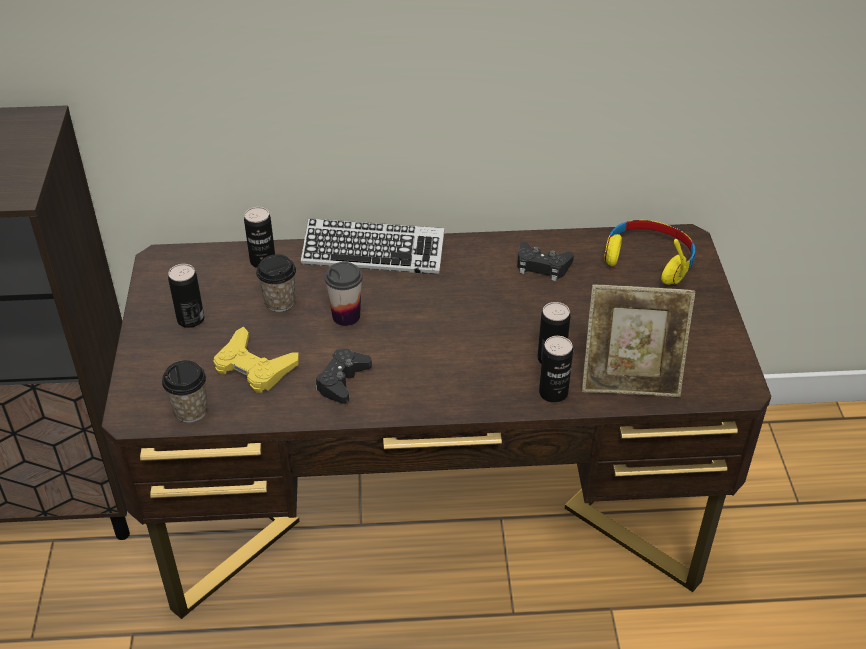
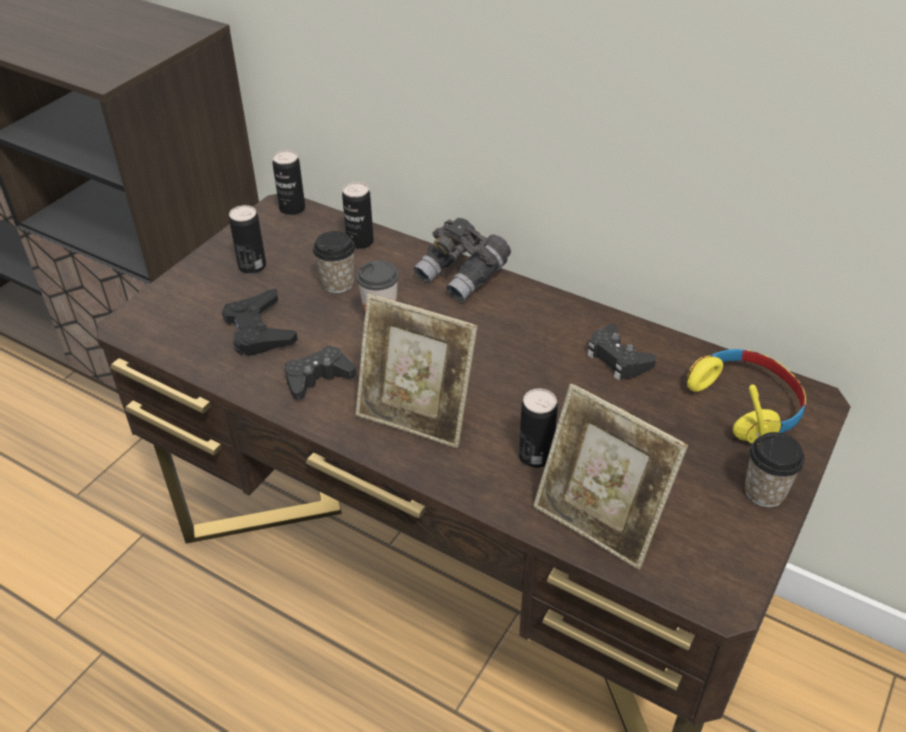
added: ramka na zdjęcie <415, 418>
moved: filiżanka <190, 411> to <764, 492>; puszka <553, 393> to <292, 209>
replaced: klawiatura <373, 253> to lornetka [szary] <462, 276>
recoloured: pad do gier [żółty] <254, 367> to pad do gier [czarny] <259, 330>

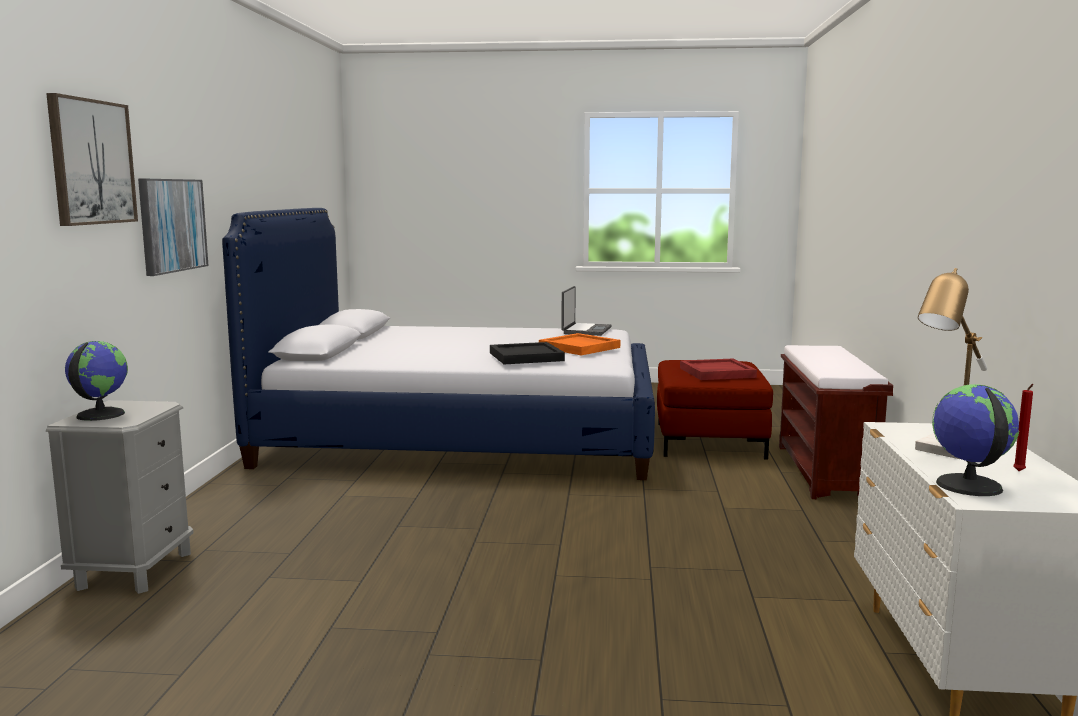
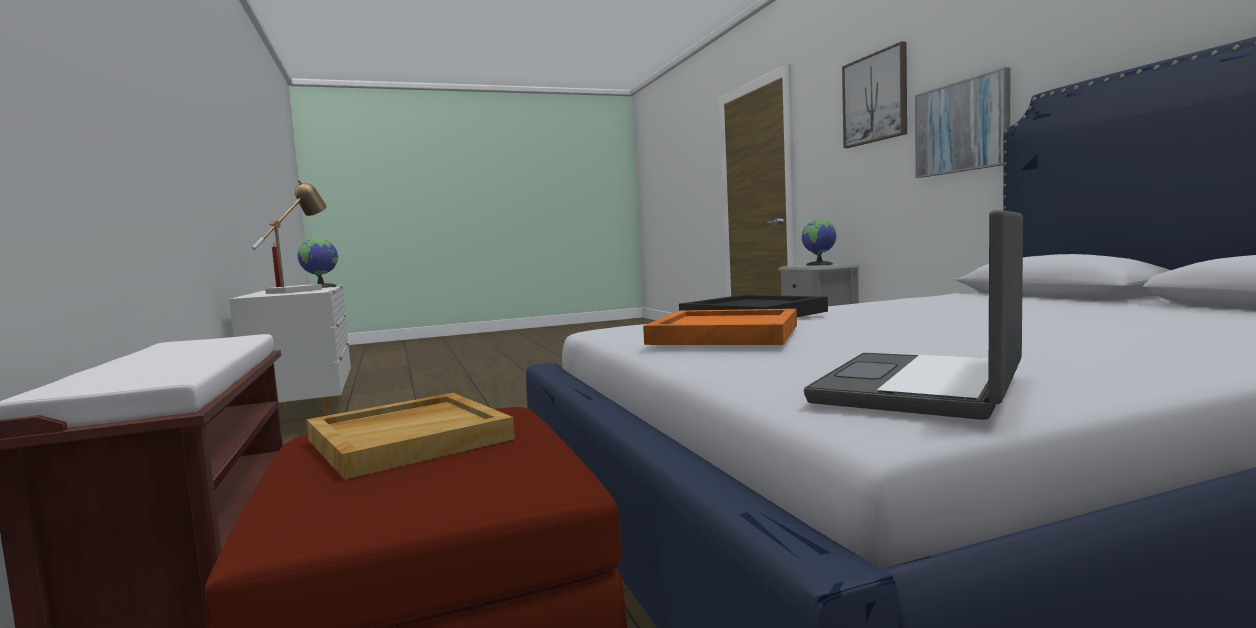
recoloured: taca [czerwony] <716, 373> to taca [beżowy] <410, 439>
turned: laptop <585, 331> = <924, 388> 45 degrees clockwise

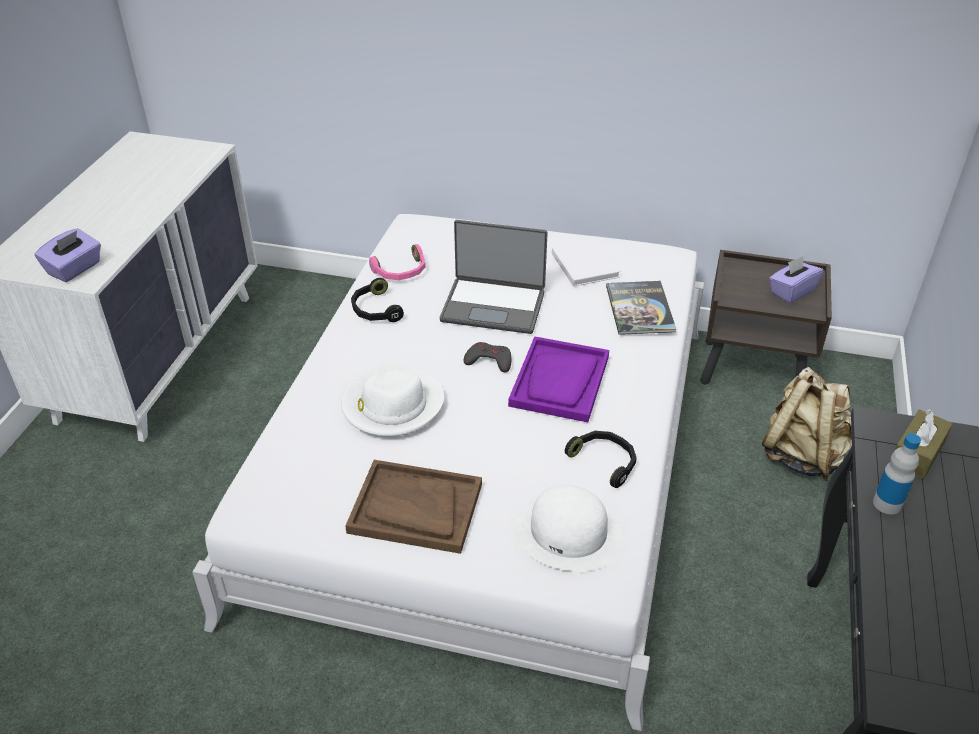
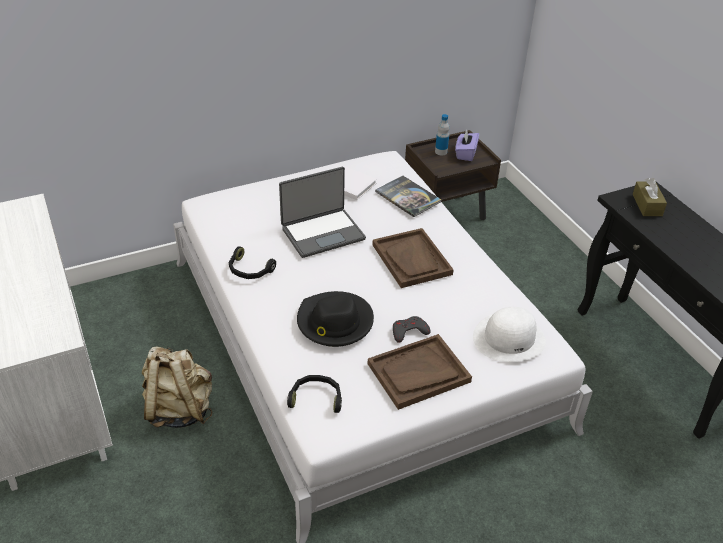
removed: pudełko chusteczek [fioletowy] <75, 269>; słuchawki [różowy] <401, 272>
moved: pad do gier [szary] <489, 360> to <409, 331>; słuchawki [czarny] <605, 461> to <316, 398>; plecak [beżowy] <803, 455> to <179, 409>; butelka <887, 503> to <441, 152>
recoloured: kapelusz [biały] <392, 405> to kapelusz [czarny] <334, 322>; taca [fioletowy] <560, 381> to taca [brązowy] <412, 259>

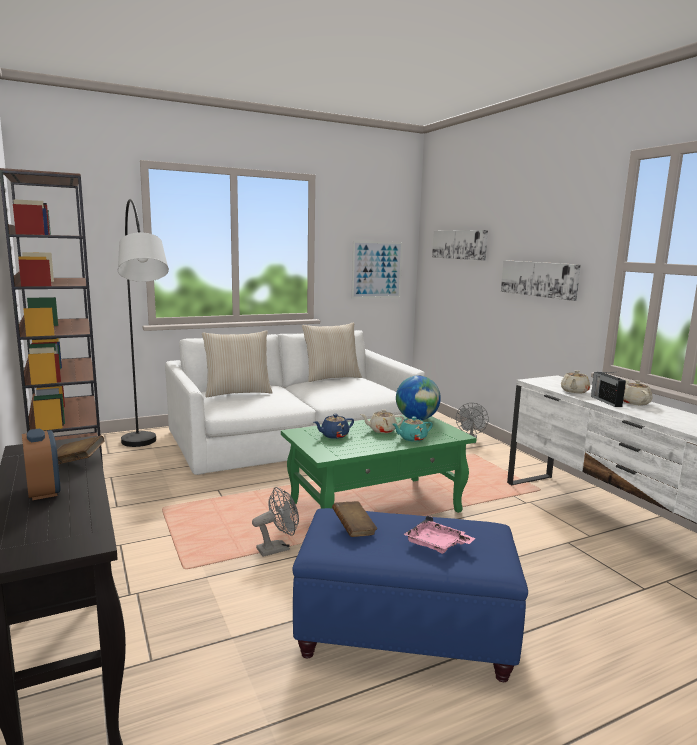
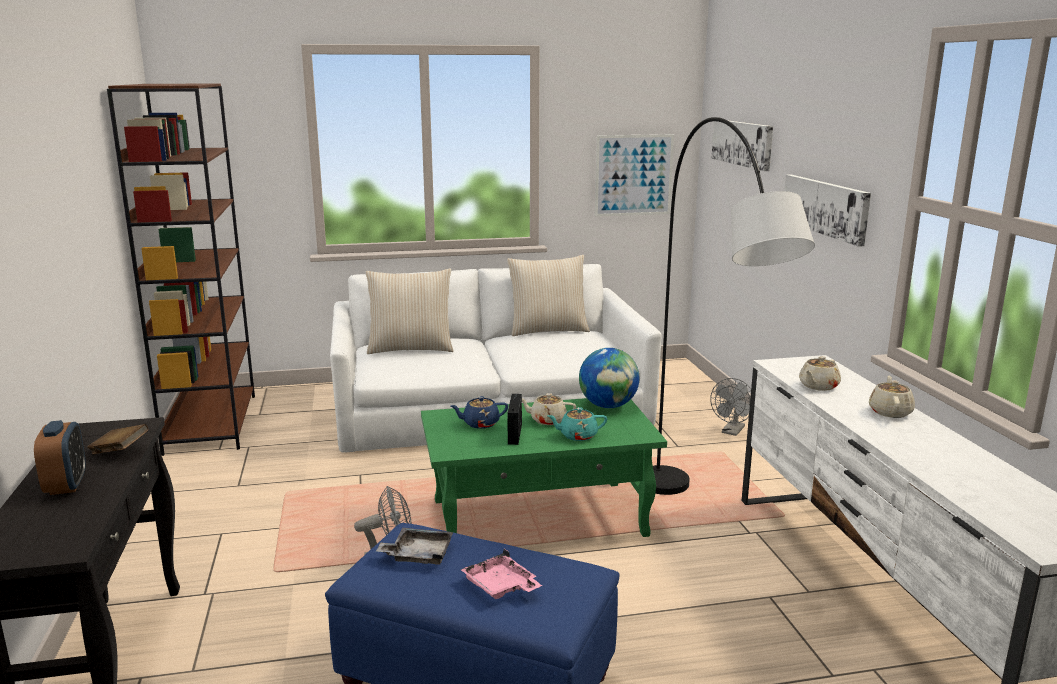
moved: lampa stojąca [czarny] <147, 462> to <701, 533>; radio <605, 401> to <515, 433>
replaced: książka [brązowy] <354, 529> to taca [szary] <418, 555>

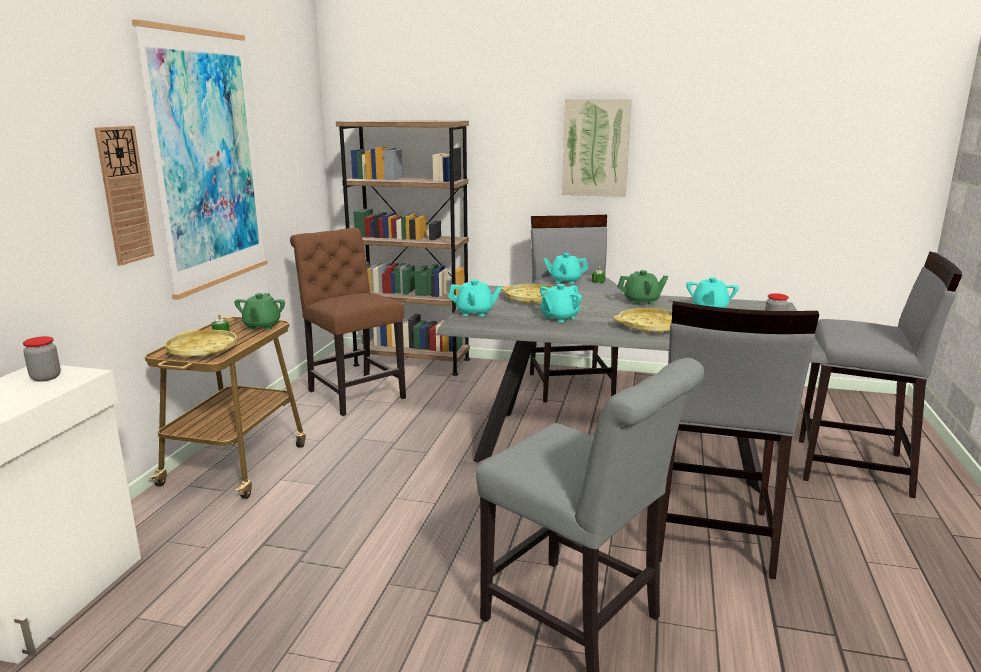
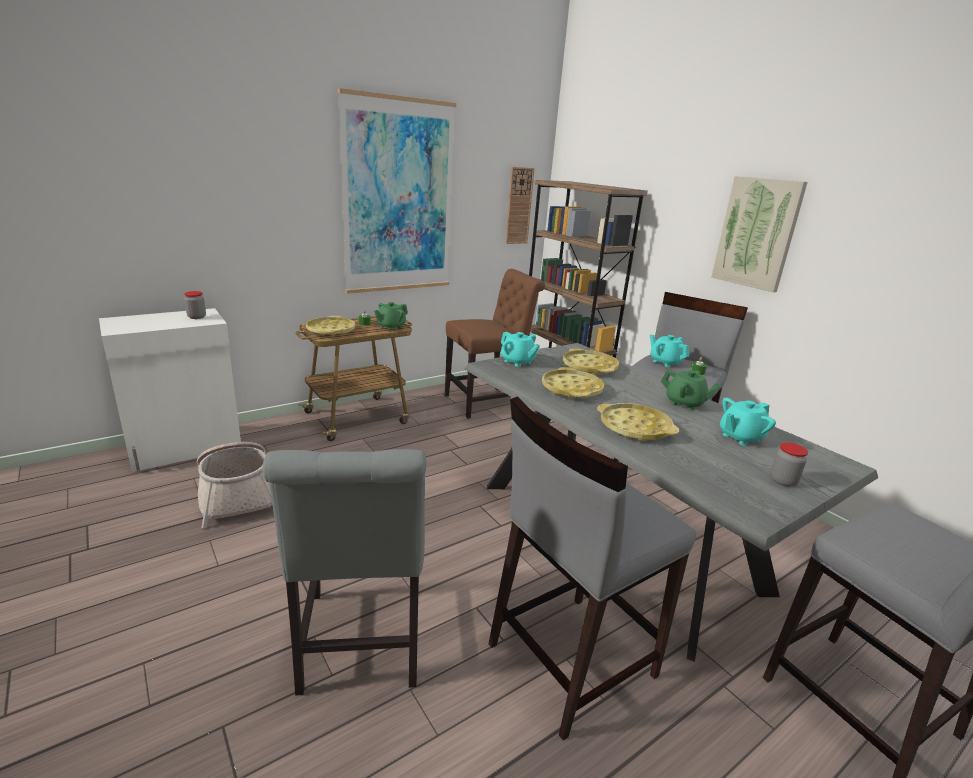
added: koszyk <238, 494>
moved: zegar ścienny <124, 195> to <519, 206>
replaced: imbryk [turkusowy] <559, 317> to taca [żółty] <572, 389>
turned: krzesło [brązowy] <353, 393> = <487, 402> 60 degrees clockwise

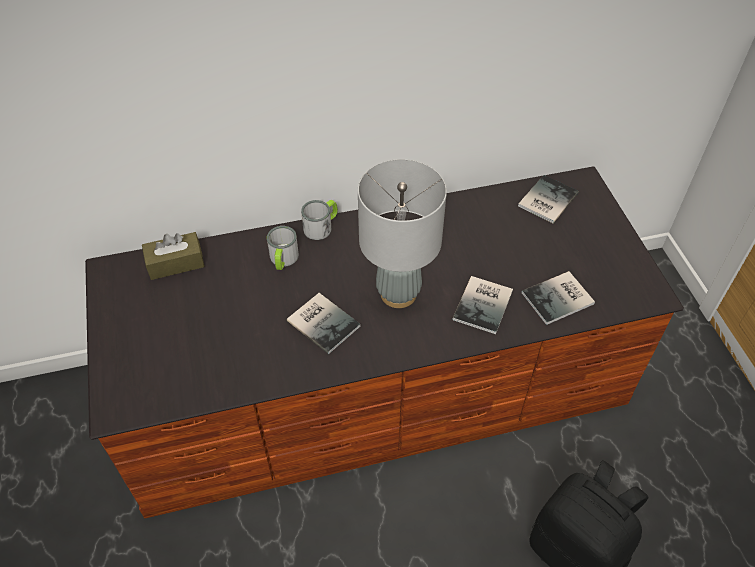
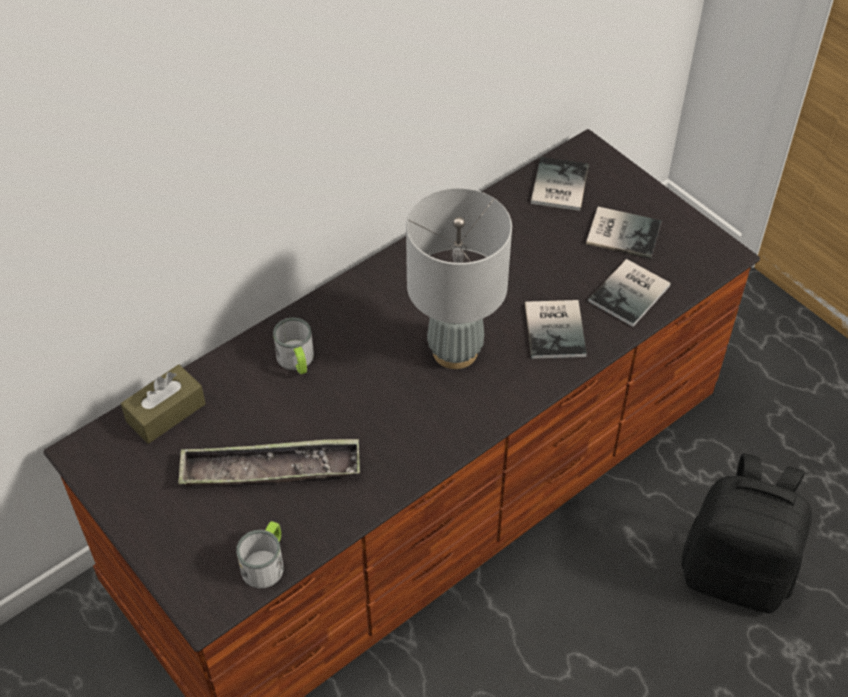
added: taca <270, 469>
moved: książka <323, 321> to <621, 232>; kubek <321, 226> to <266, 562>

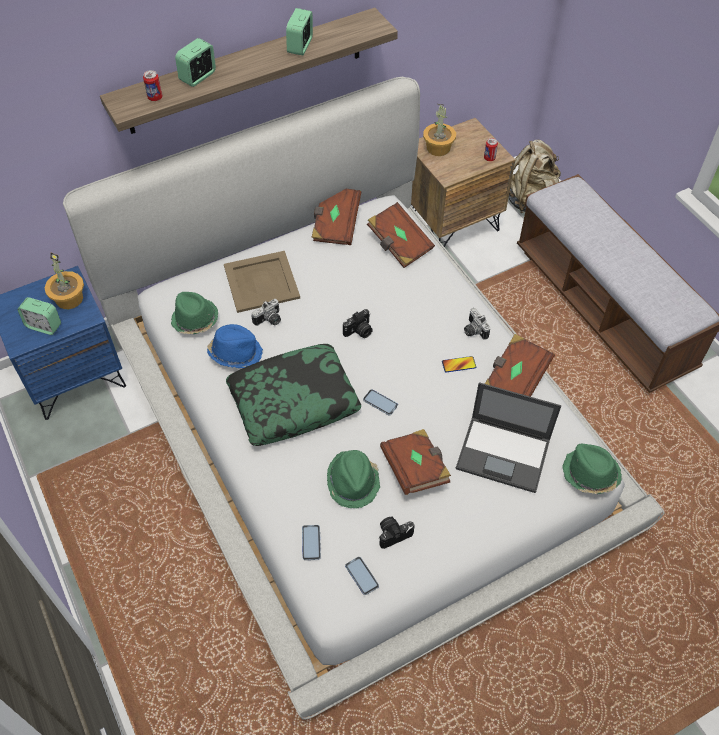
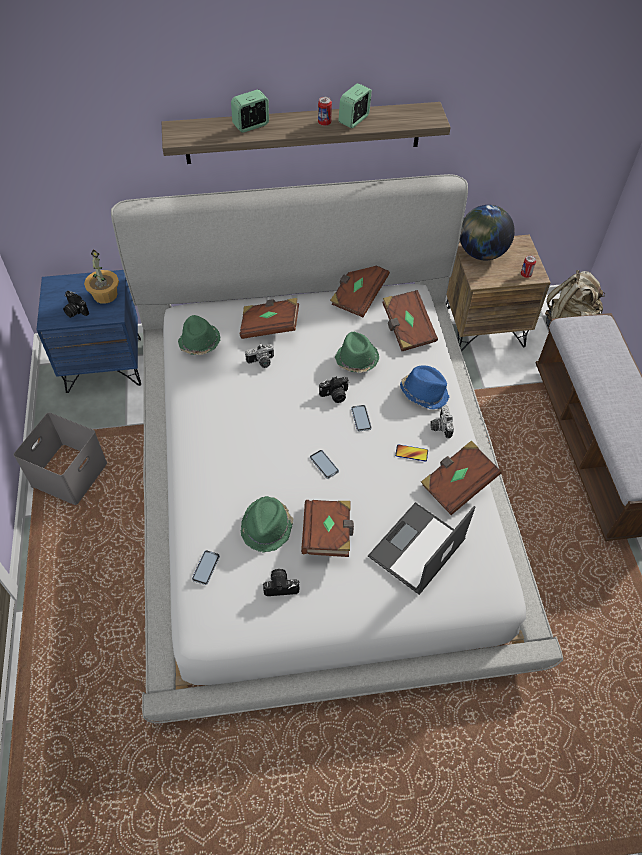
removed: poduszka <294, 401>
added: pojemnik do przechowywania [szary] <69, 473>
moved: puszka <155, 97> to <324, 123>; kapelusz [niebieski] <235, 353> to <424, 393>; telefon <362, 576> to <361, 418>; kapelusz [zielony] <590, 474> to <356, 360>
replaced: budzik <44, 326> to aparat fotograficzny <75, 311>; taca [beżowy] <260, 281> to książka [brązowy] <270, 326>; roślina doniczkowa <438, 148> to globus <481, 253>
turned: laptop <504, 454> = <416, 549> 90 degrees clockwise

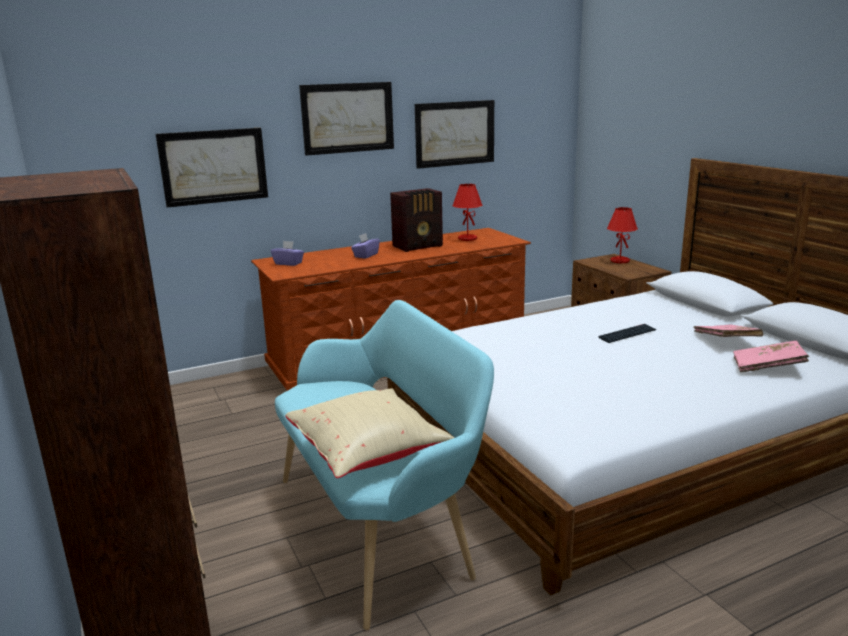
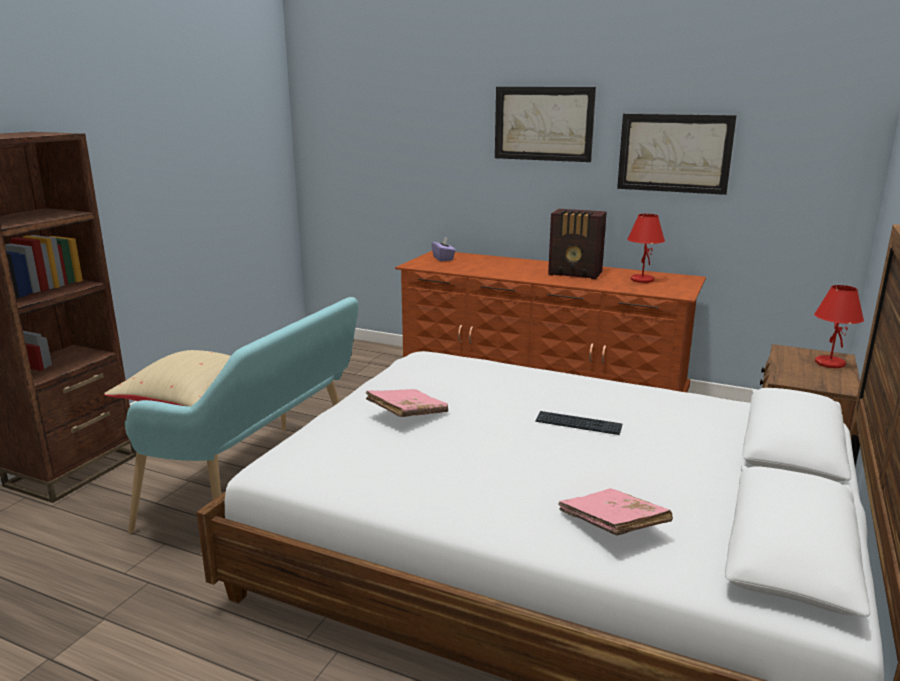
removed: obraz <213, 166>; pudełko chusteczek [fioletowy] <366, 255>
moved: książka [różowy] <725, 341> to <407, 414>

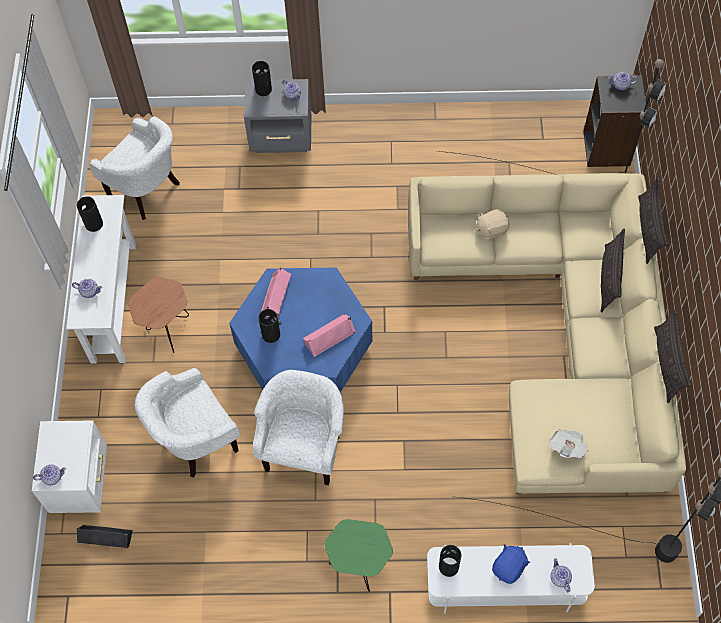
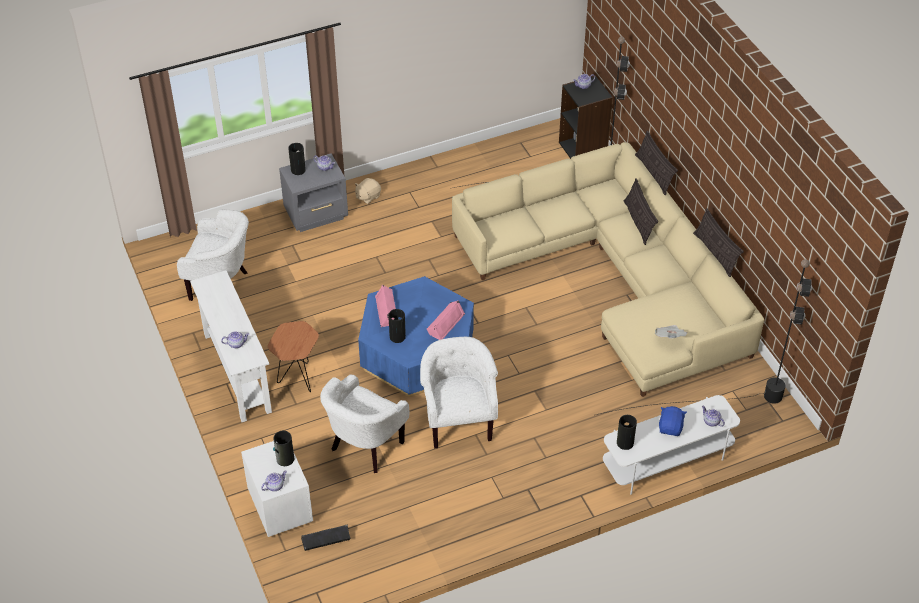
removed: stolik [zielony] <360, 568>
moved: wazon <93, 224> to <285, 459>; pluszak [beżowy] <491, 229> to <368, 196>

